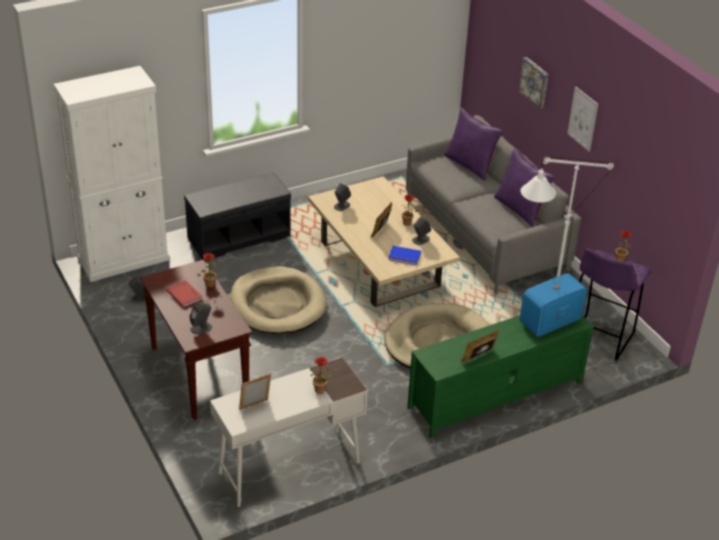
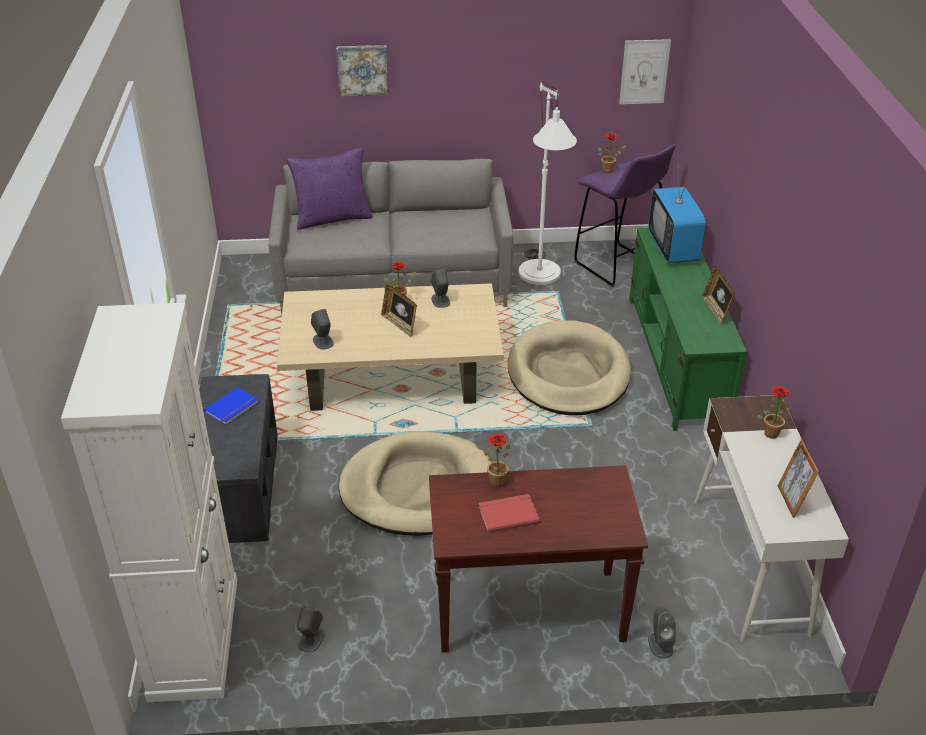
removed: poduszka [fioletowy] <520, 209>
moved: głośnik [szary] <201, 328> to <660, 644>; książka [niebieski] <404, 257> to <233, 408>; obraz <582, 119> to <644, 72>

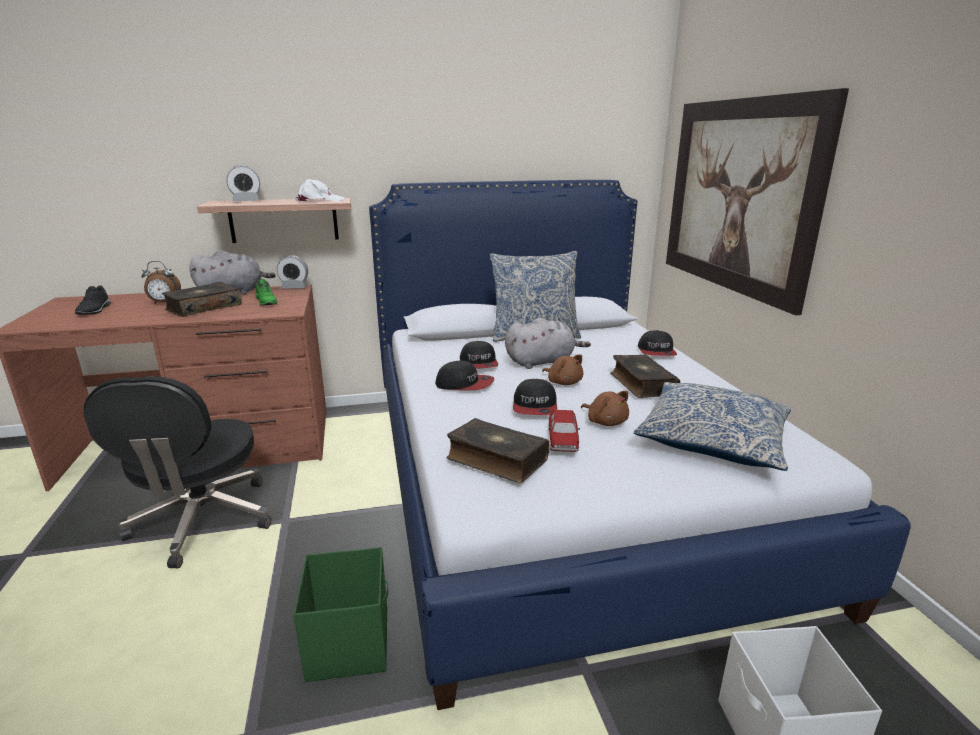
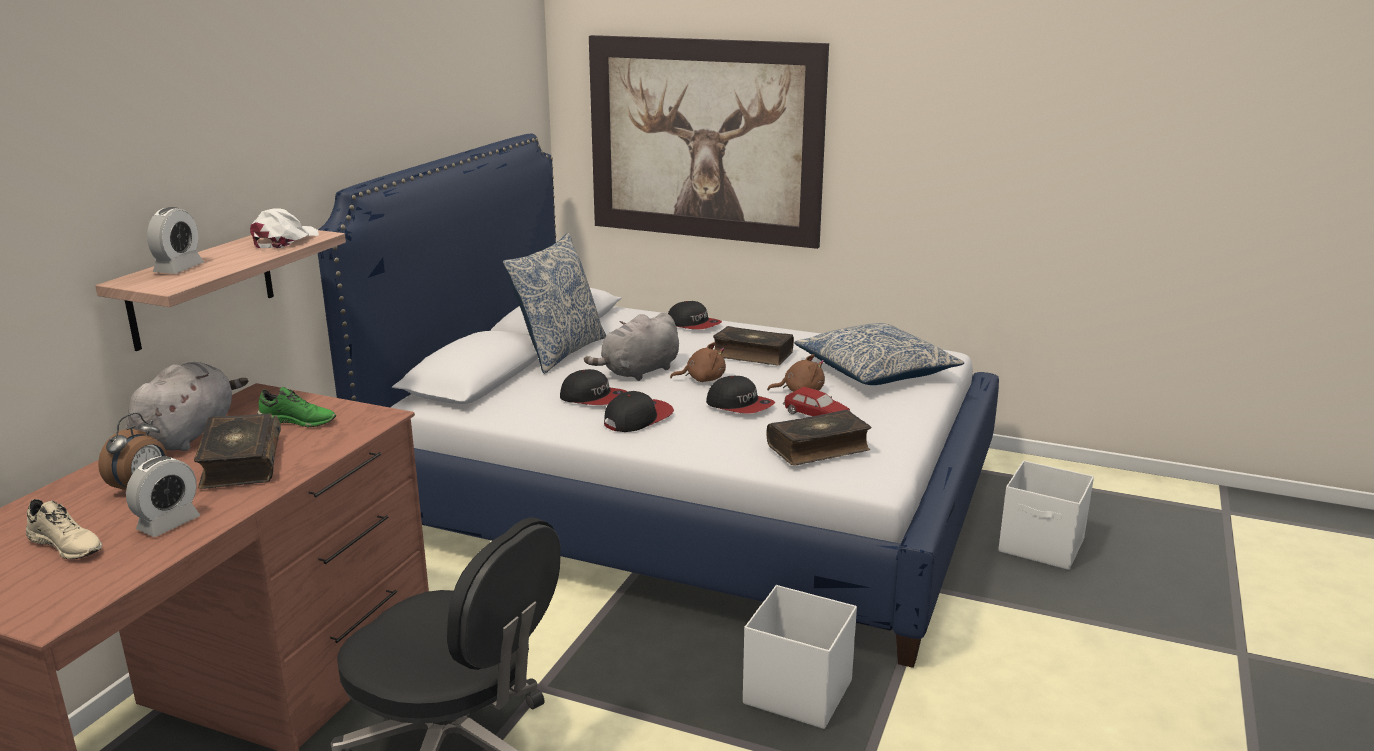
moved: budzik <294, 287> to <169, 524>
recoloured: but [czarny] <95, 310> to but [beżowy] <67, 545>; pojemnik do przechowywania [zielony] <350, 642> to pojemnik do przechowywania [biały] <796, 692>
turned: pluszak [szary] <542, 362> = <638, 372> 150 degrees counterclockwise

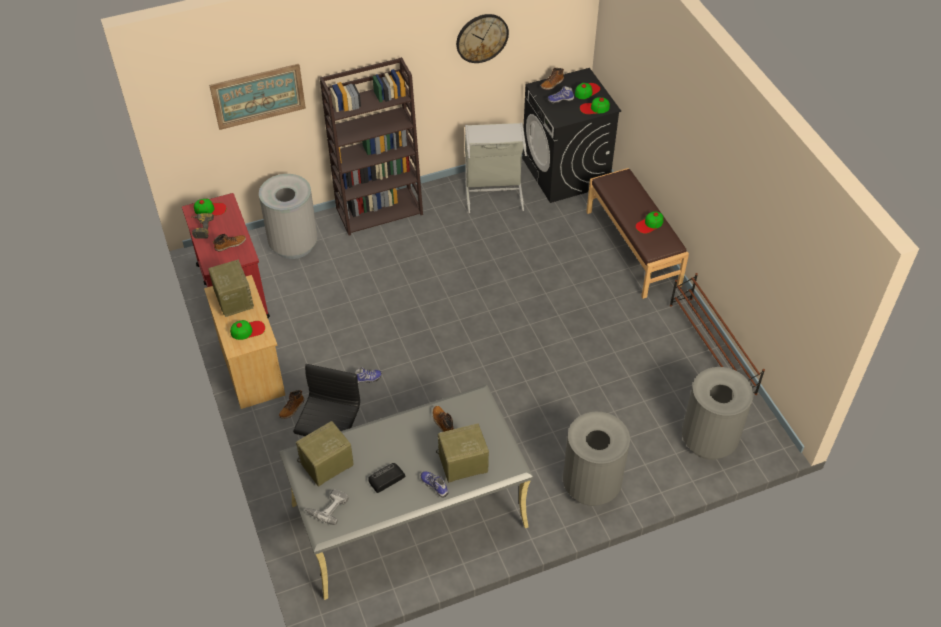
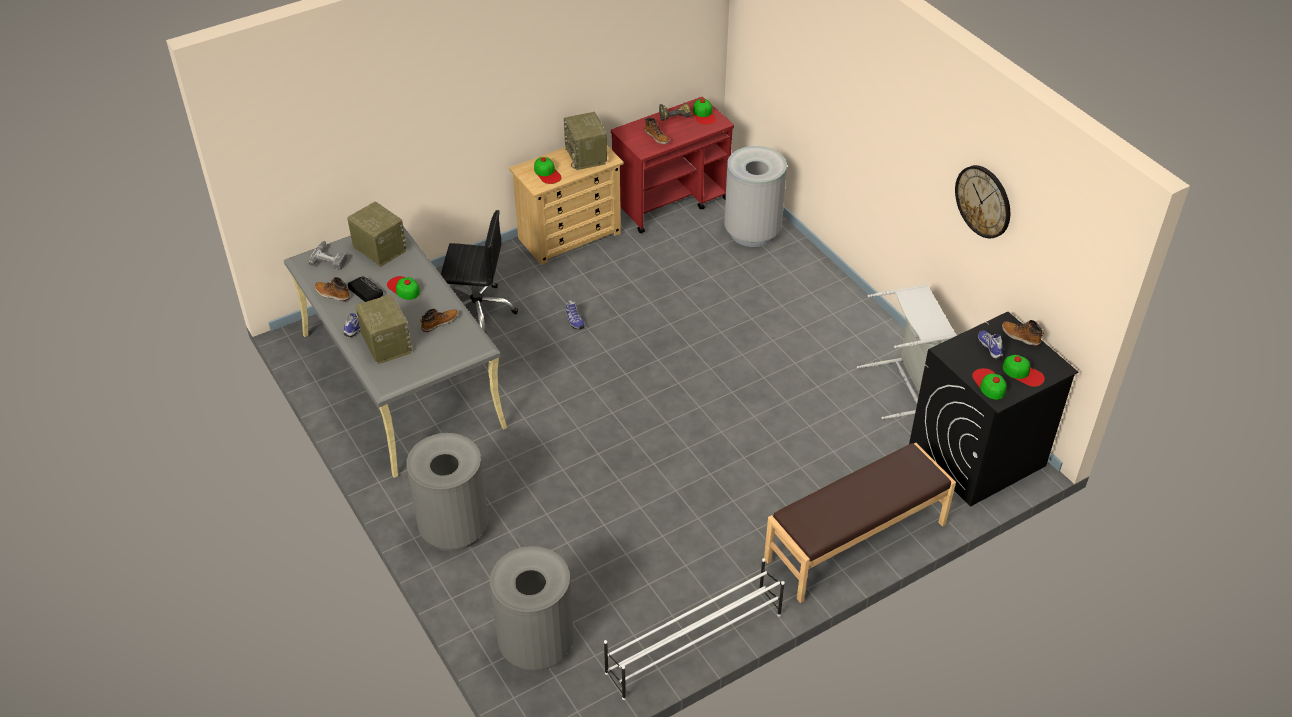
removed: obraz <258, 96>; regał [brązowy] <380, 210>
moved: but z cholewką <292, 408> to <332, 294>; czapka z daszkiem <649, 224> to <403, 288>
recoloured: regał na buty [brązowy] <712, 349> to regał na buty [biały] <693, 643>
turned: radio <233, 299> = <586, 156> 105 degrees clockwise

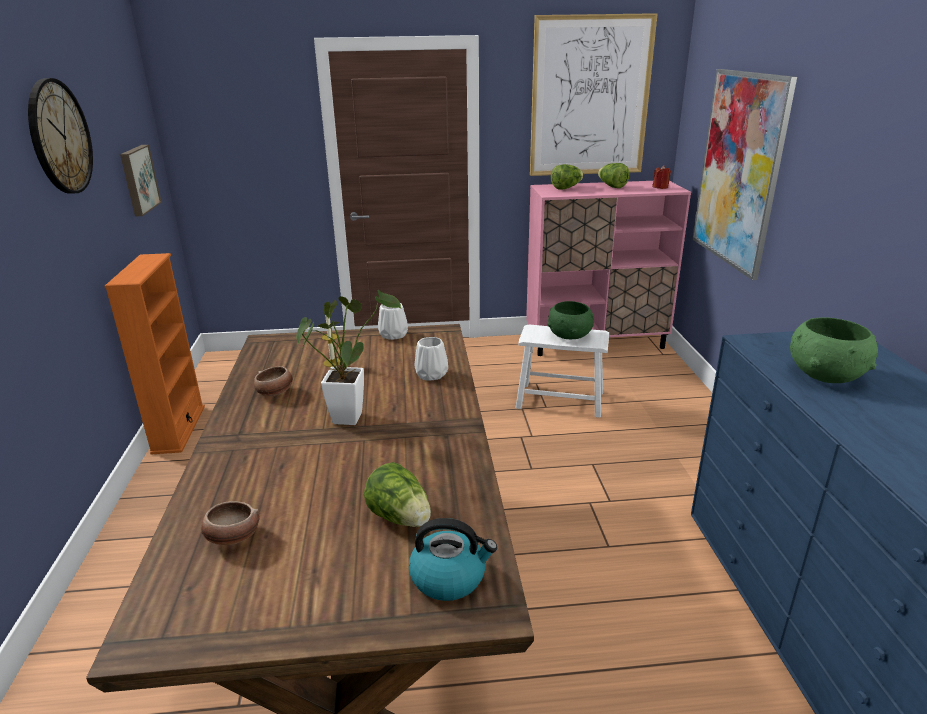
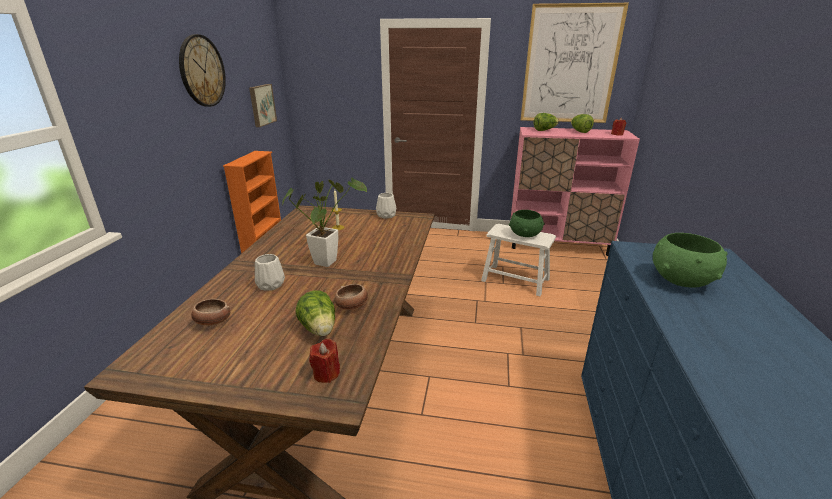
removed: obraz <738, 170>
moved: miska <275, 392> to <352, 306>; wazon [biały] <431, 375> to <270, 285>
replaced: czajnik <449, 577> to świeca [czerwony] <326, 373>

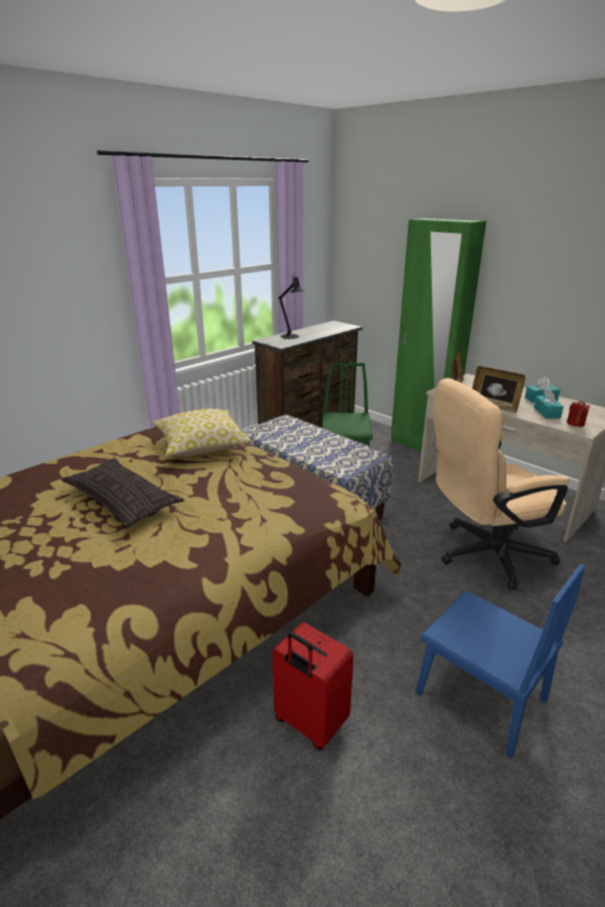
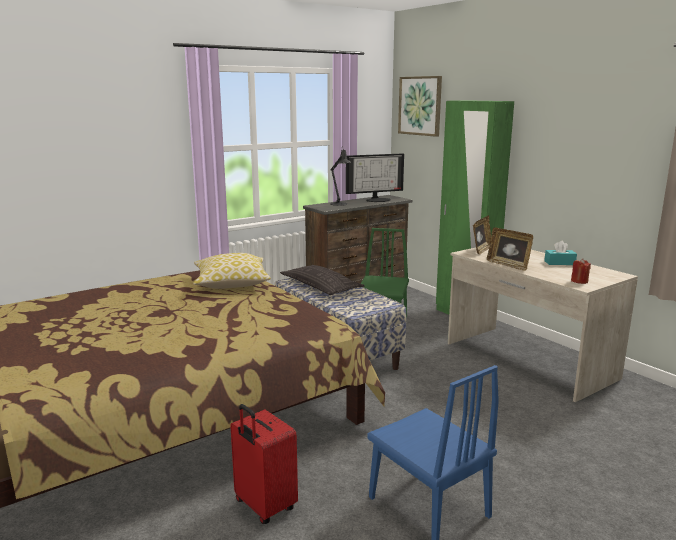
removed: krzesło biurowe [beżowy] <483, 554>; pudełko chusteczek [turkusowy] <546, 412>
added: monitor <377, 200>; obraz <420, 106>
moved: poduszka <121, 499> to <320, 286>

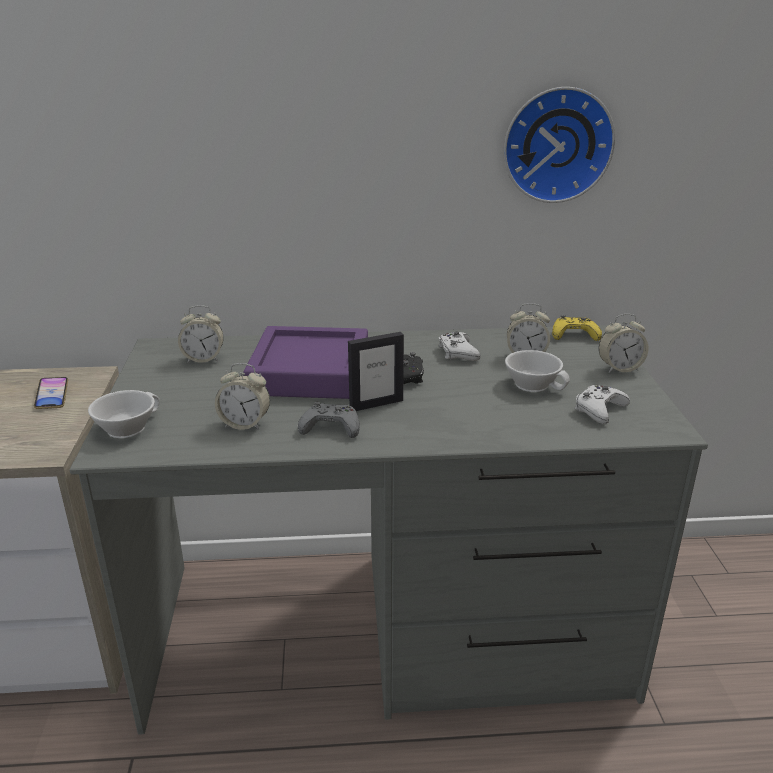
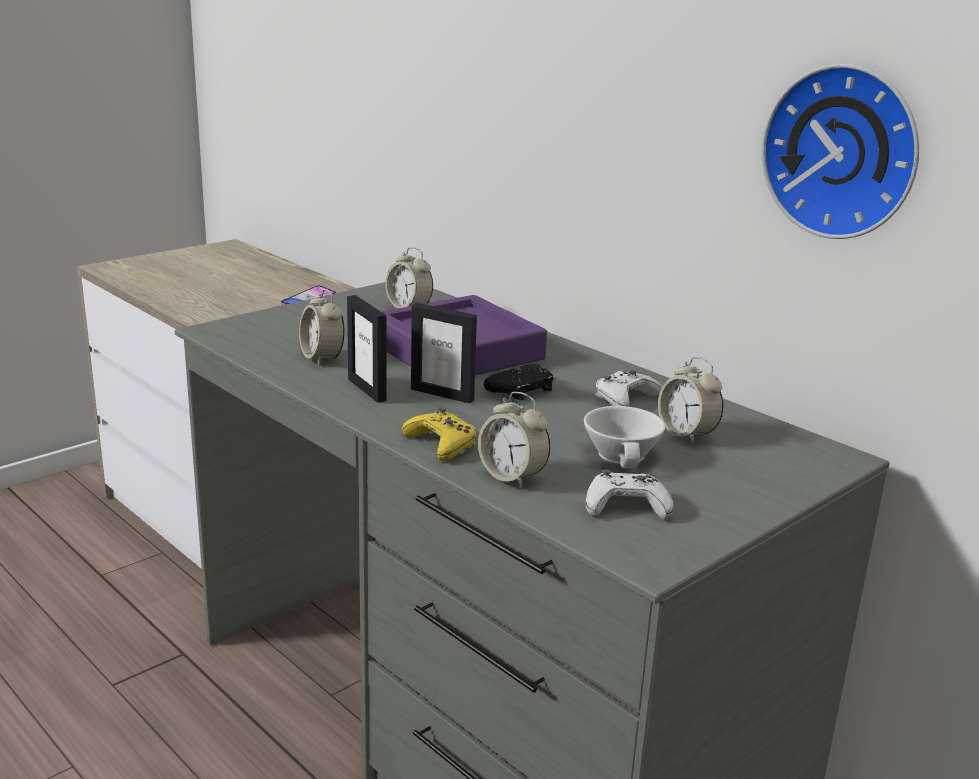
removed: filiżanka [biały] <126, 427>
moved: pad do gier [żółty] <574, 335> to <441, 444>; budzik <619, 368> to <512, 476>
replaced: pad do gier [szary] <331, 427> to ramka na zdjęcie <367, 390>

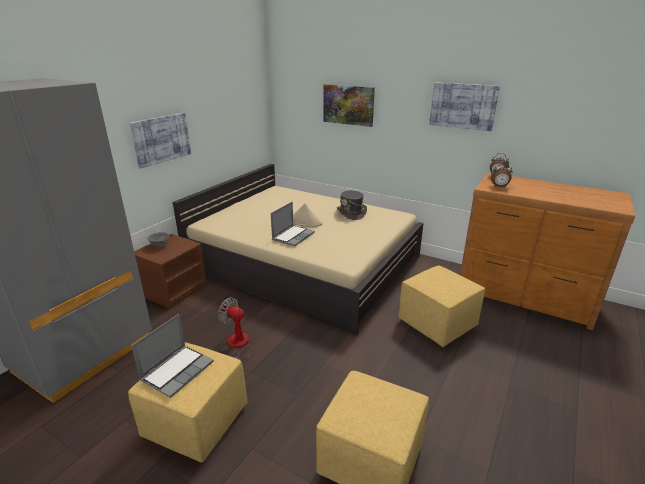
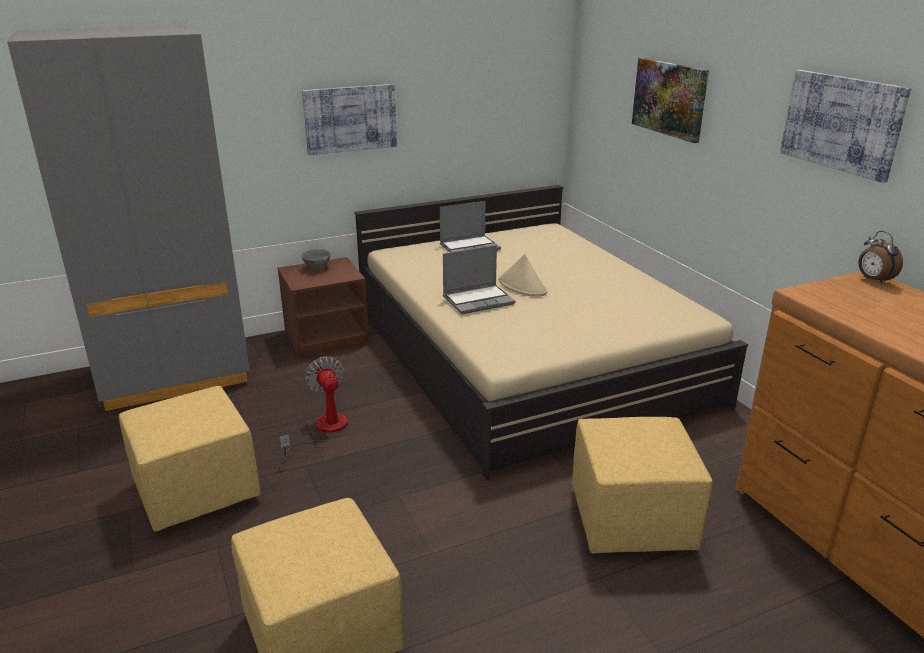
removed: kapelusz [szary] <351, 213>; budzik <499, 187>
moved: laptop <178, 370> to <470, 247>

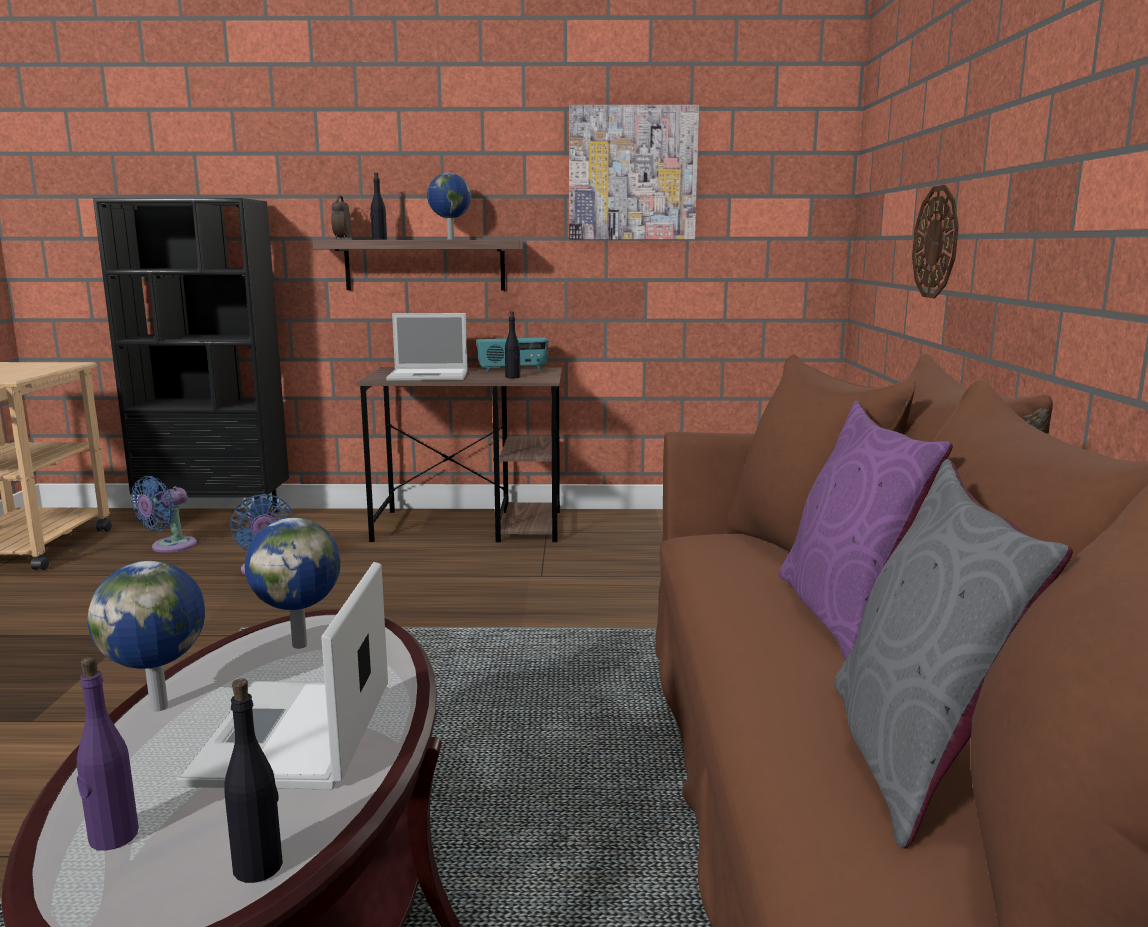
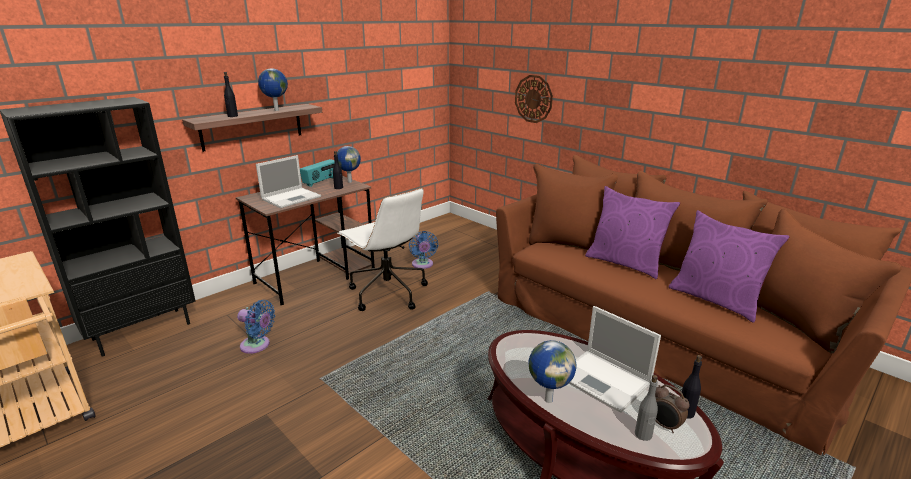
removed: obraz <632, 173>
added: krzesło biurowe [biały] <387, 293>
moved: wentylator [niebieski] <170, 547> to <422, 265>; globus <301, 644> to <349, 181>; budzik <341, 239> to <664, 426>
recoloured: butelka [fioletowy] <113, 837> to butelka [szary] <643, 434>; poduszka [szary] <914, 757> to poduszka [fioletowy] <715, 299>

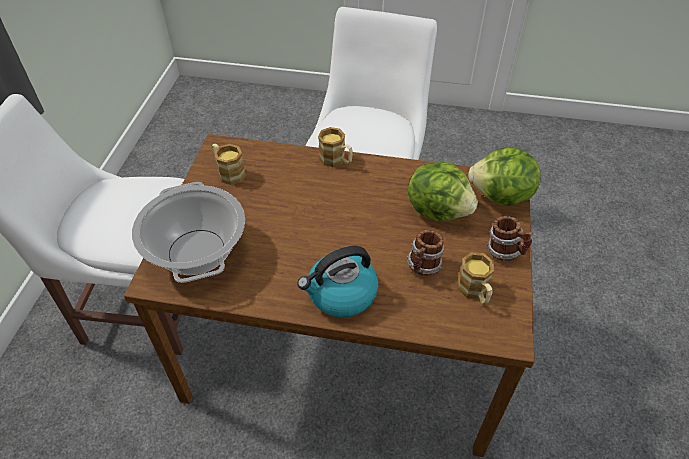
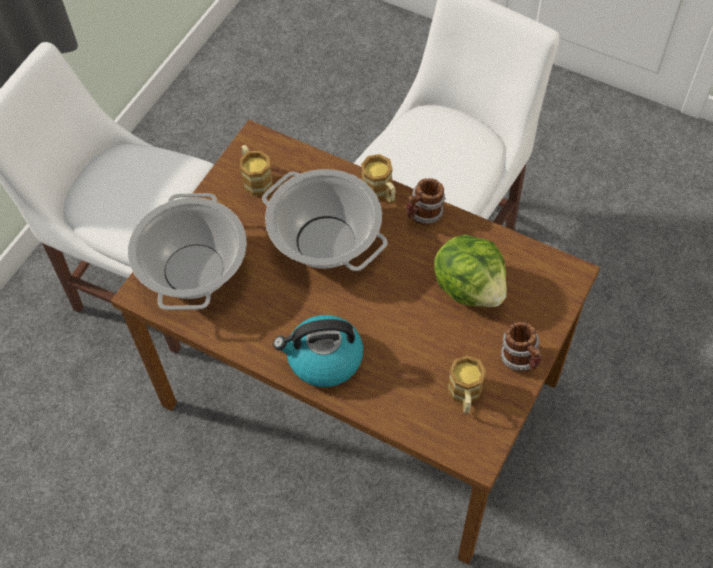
removed: sałata <501, 196>
added: garnek <325, 241>
moved: kubek <423, 267> to <423, 215>

